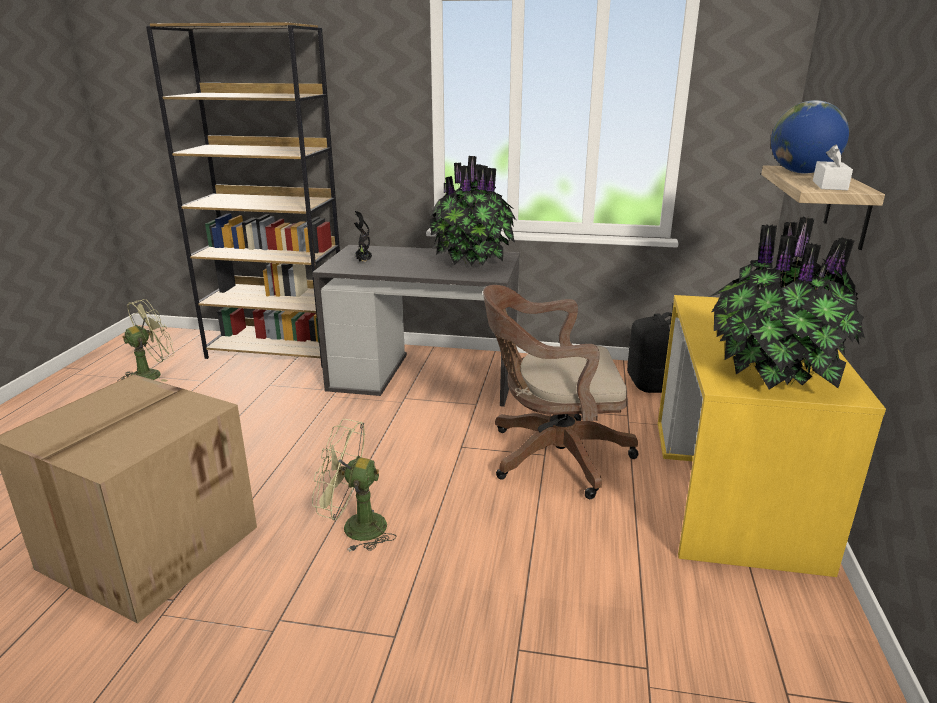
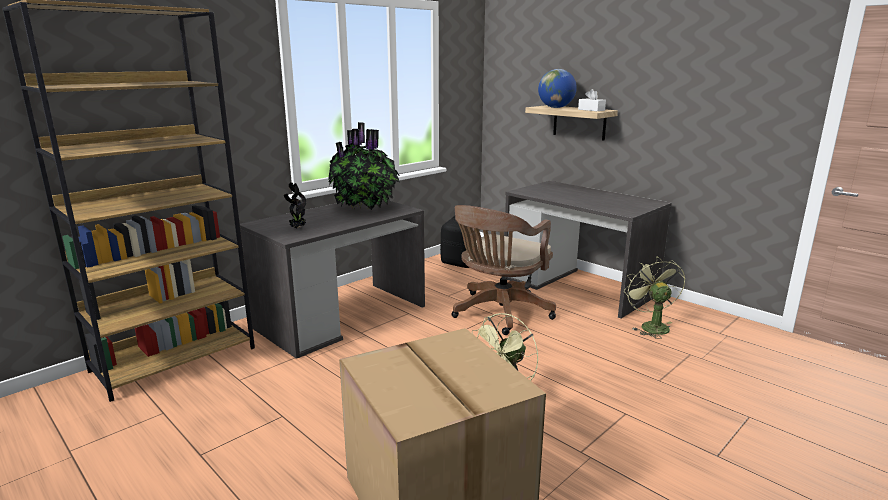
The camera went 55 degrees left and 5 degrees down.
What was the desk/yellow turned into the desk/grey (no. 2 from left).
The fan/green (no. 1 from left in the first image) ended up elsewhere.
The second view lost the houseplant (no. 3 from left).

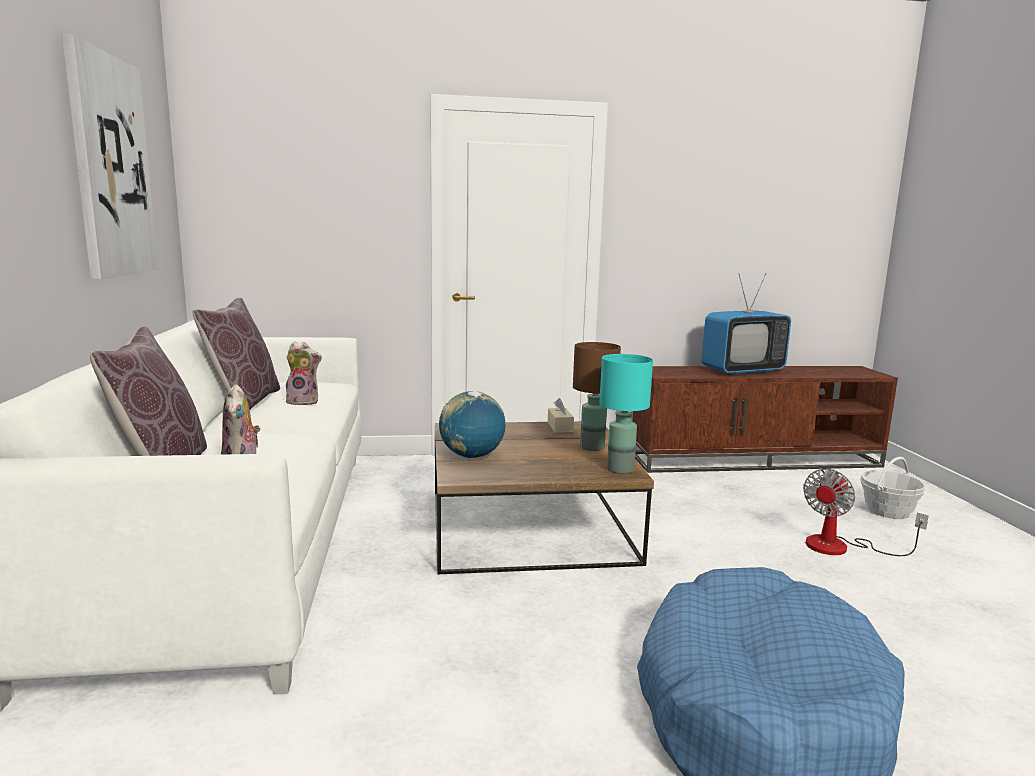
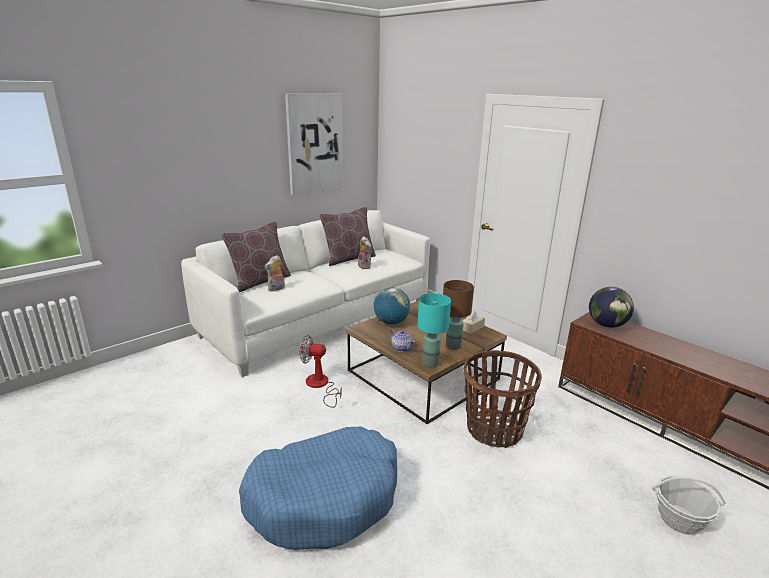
The camera went 55 degrees right and 10 degrees up.
The fan ended up elsewhere.
The second view gained the tea pot.
The second view gained the household basket (no. 1 from left).
The second view gained the world globe (no. 2 from left).
The second view lost the TV set.

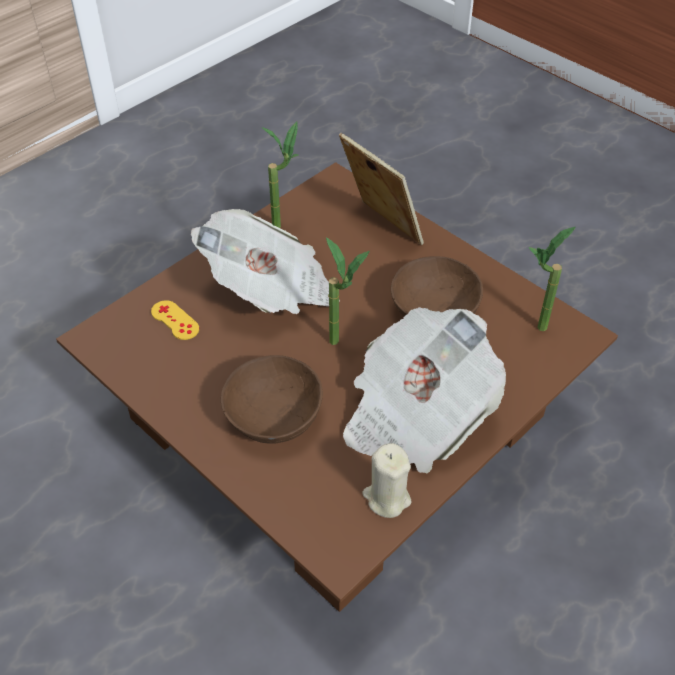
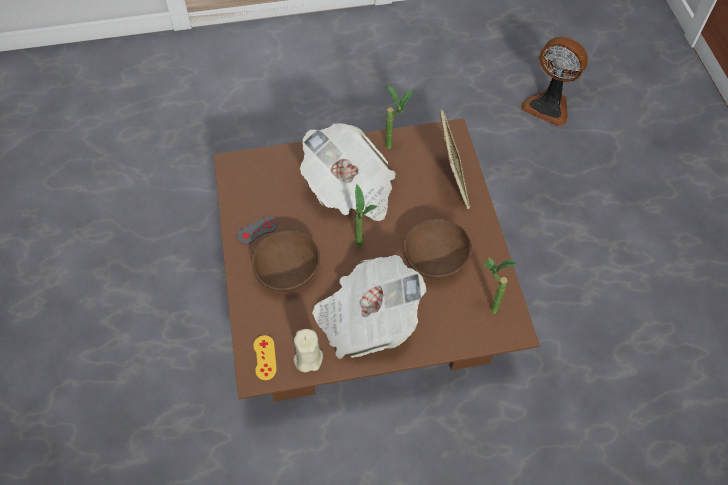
The camera went 35 degrees right and 10 degrees up.
The second view gained the gamepad/grey.
The gamepad/yellow ended up elsewhere.
The second view gained the fan.

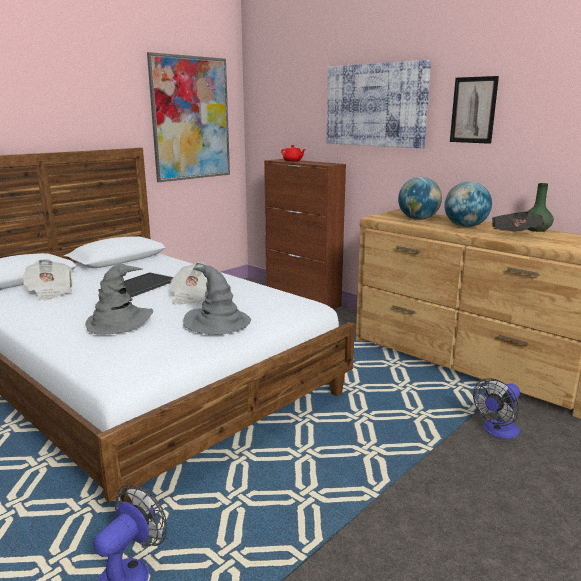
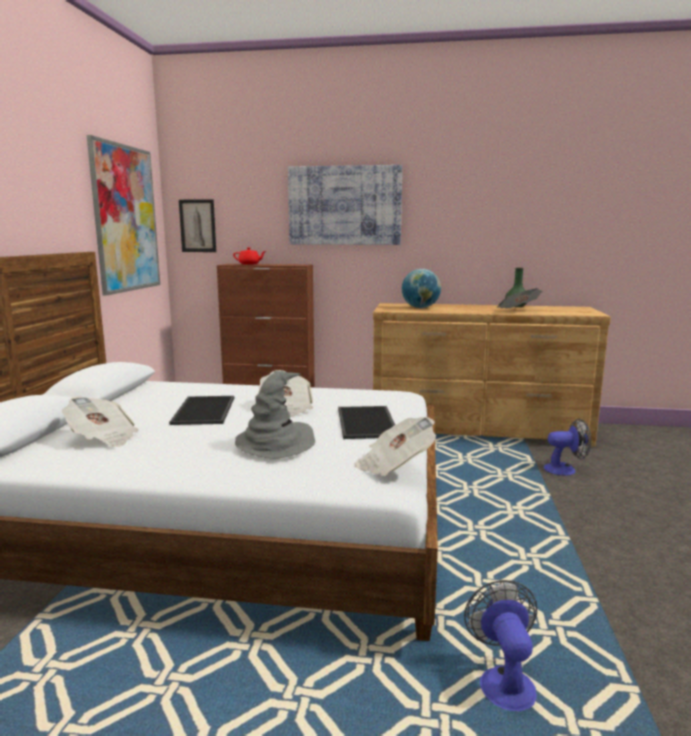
The camera went 35 degrees left and 5 degrees down.
The wall picture (no. 3 from left in the first image) ended up elsewhere.
Where the wearable hat/grey (no. 2 from left) stood, the carrying tray (no. 2 from left) came to stand.
The second view gained the printed paper (no. 3 from left).
The fan (no. 2 from left) ended up facing another way, 105 degrees counterclockwise from before.
The second view lost the world globe (no. 2 from left).

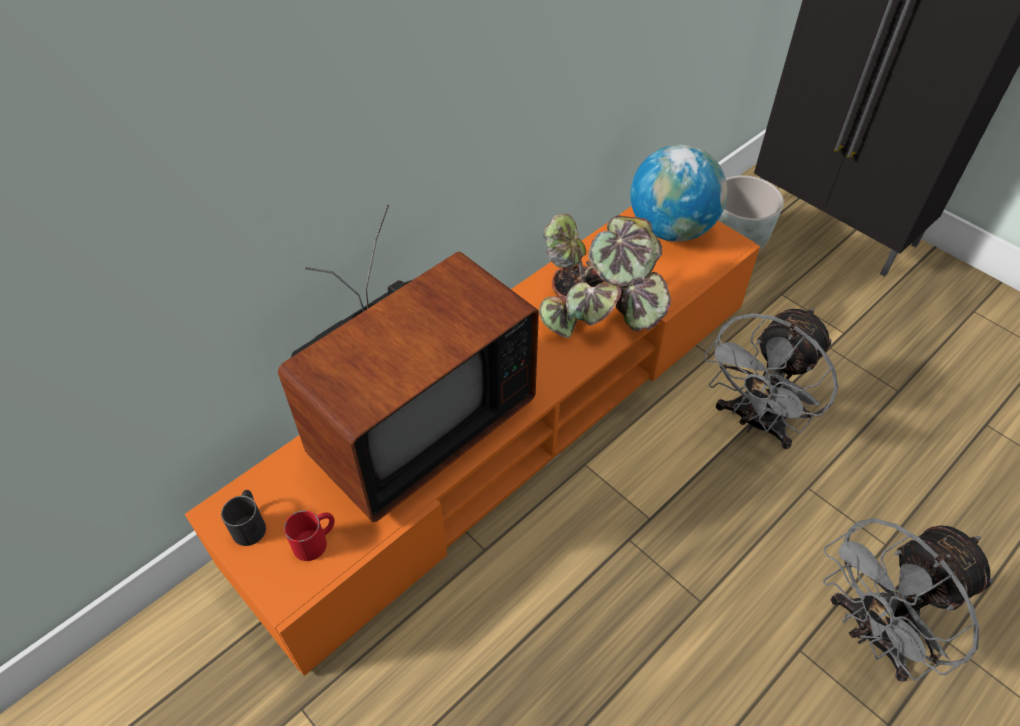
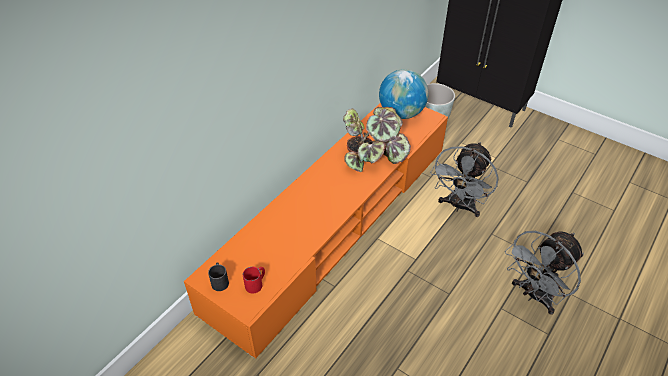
The camera went 10 degrees left and 5 degrees down.
The second view lost the TV set.

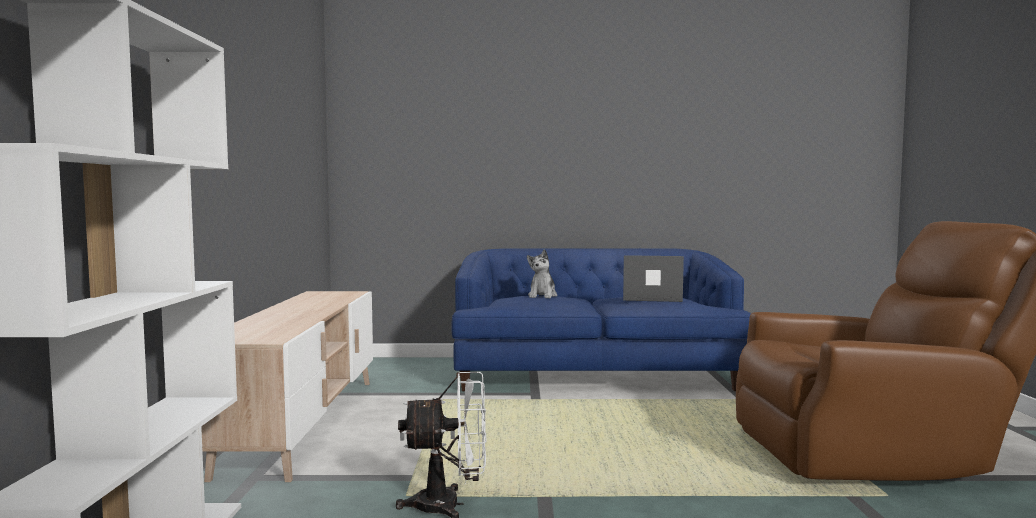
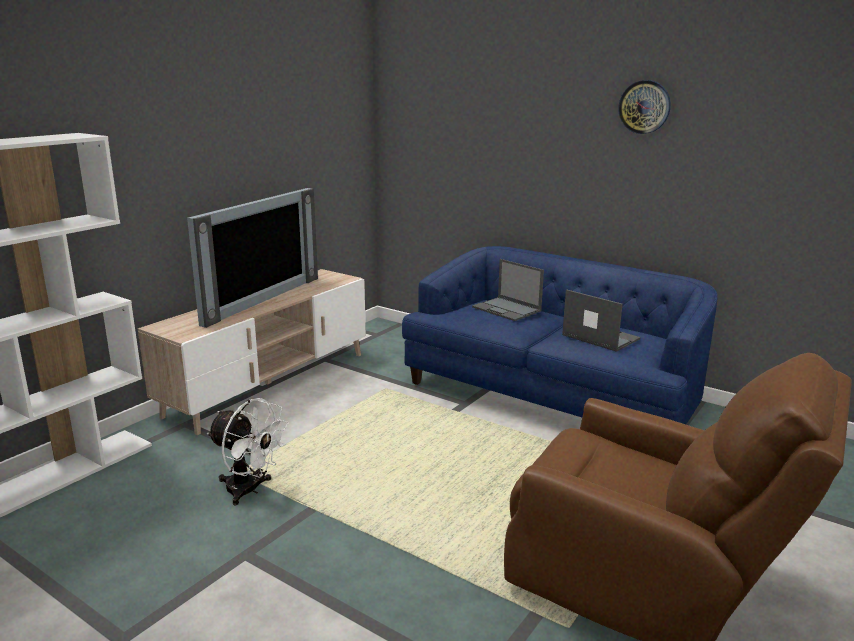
The camera went 35 degrees right and 15 degrees up.
The second view gained the TV set.
Where the cuddly toy stood, the portable computer (no. 1 from left) came to stand.
The second view gained the hanging clock.

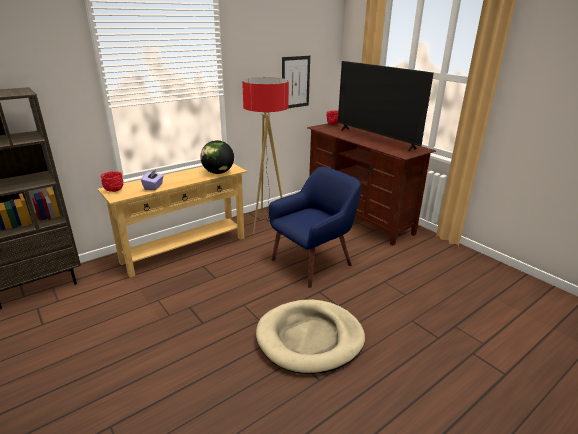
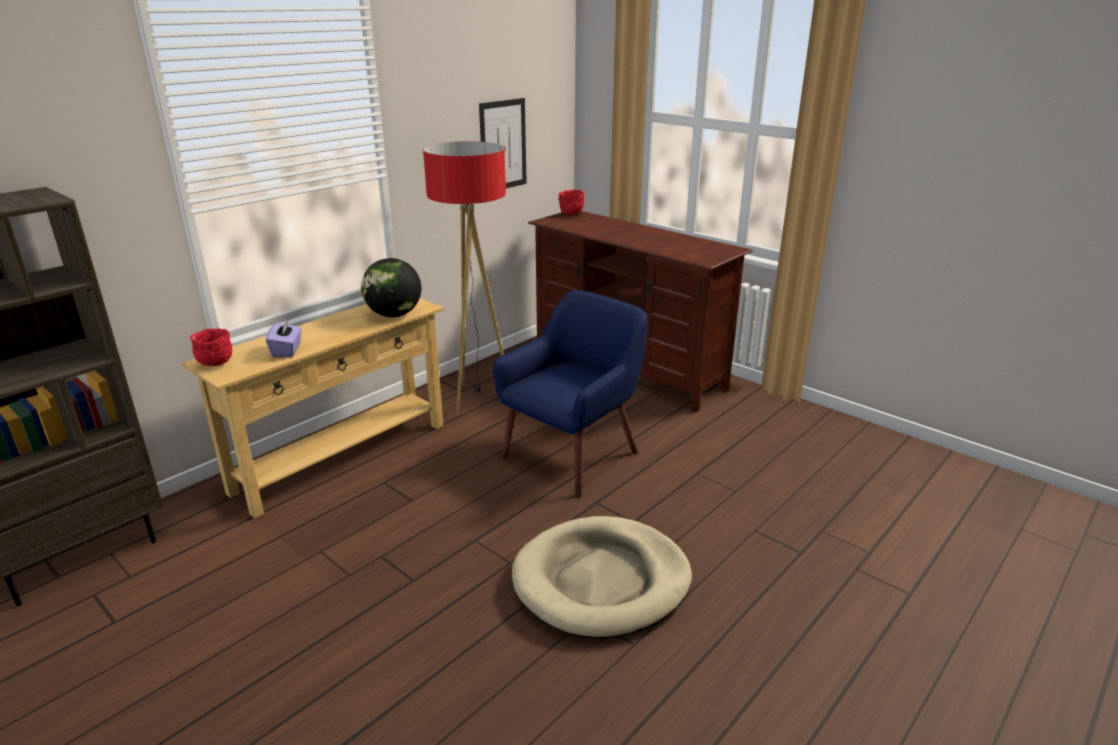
The camera went 10 degrees left and 0 degrees up.
The second view lost the TV set.

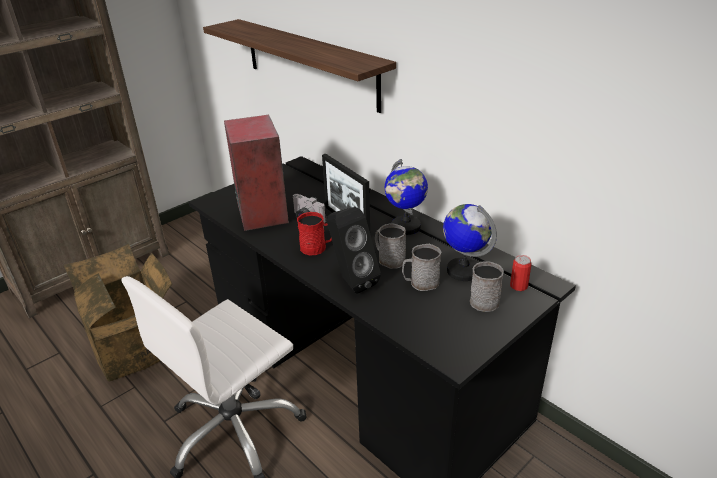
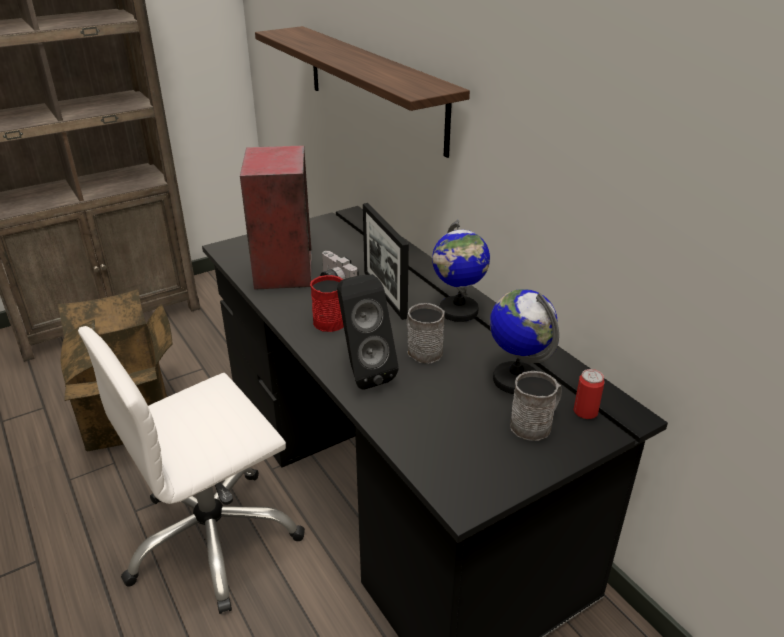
The camera went 10 degrees right and 0 degrees up.
The second view lost the tea mug/grey (no. 2 from left).

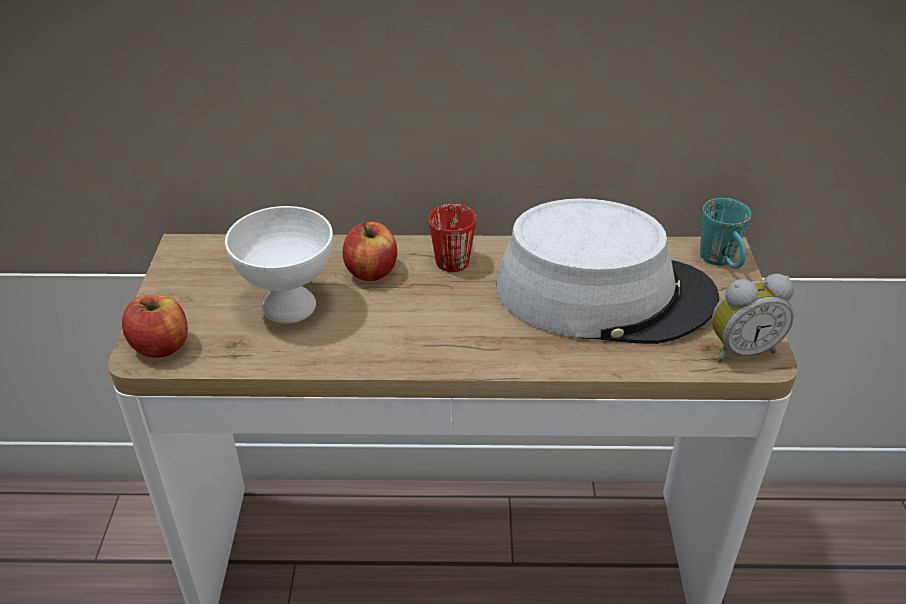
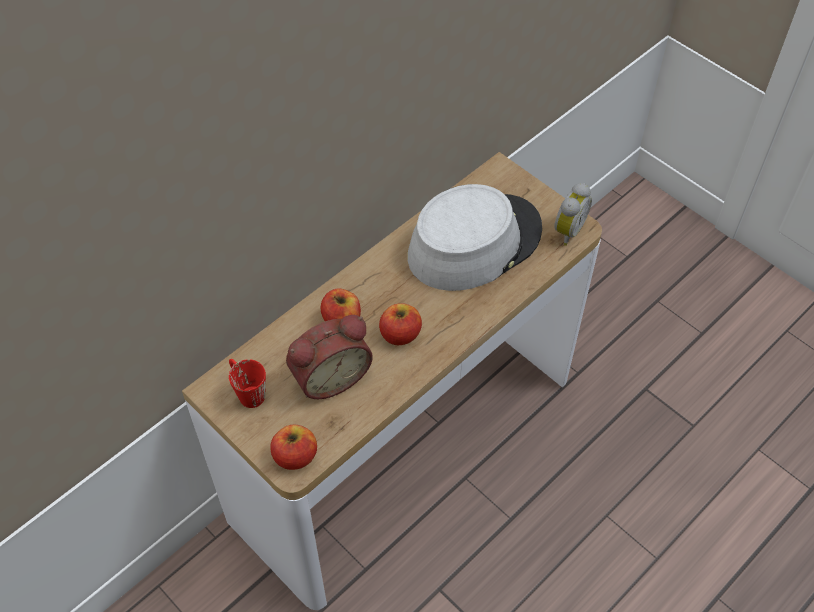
The camera went 45 degrees left and 15 degrees up.
The tea mug/red ended up elsewhere.
Where the deep dish/white-coloured stood, the table clock (no. 1 from left) came to stand.
The second view gained the apple (no. 3 from left).
The second view lost the tea mug/turquoise-coloured.

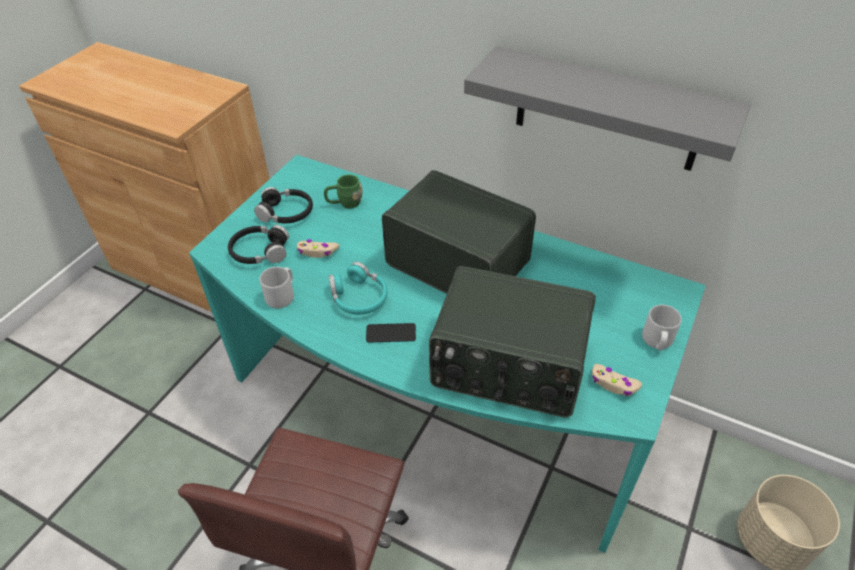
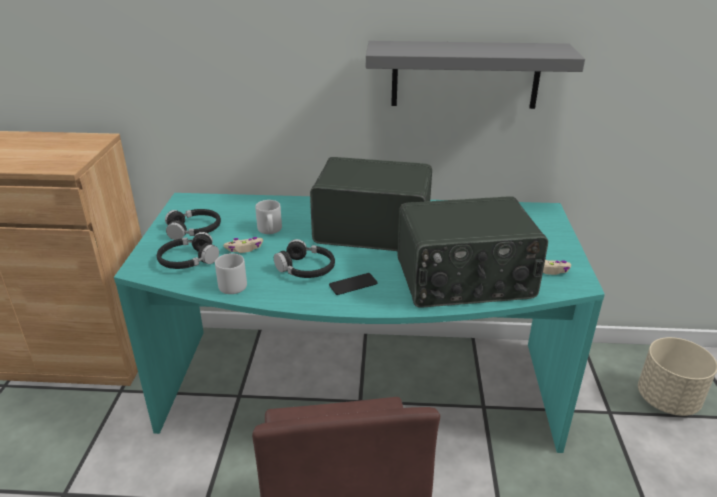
The camera went 25 degrees left and 15 degrees down.
The tea mug/grey (no. 2 from left) ended up elsewhere.
What was the headset/turquoise-coloured turned into the headset/blackish (no. 3 from left).
The second view lost the tea mug/green.

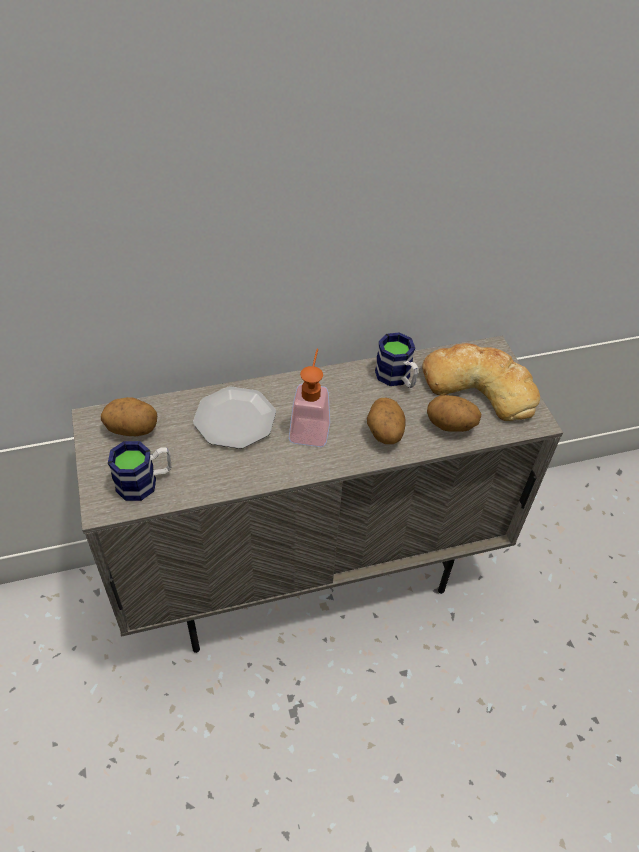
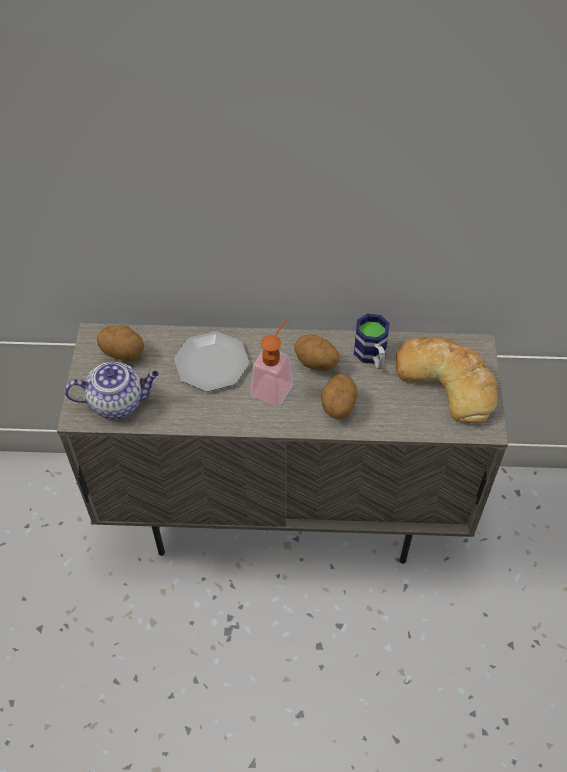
The camera went 20 degrees right and 5 degrees up.
Where the tea mug (no. 1 from left) stood, the tea pot came to stand.
The whole potato (no. 3 from left in the first image) ended up elsewhere.

